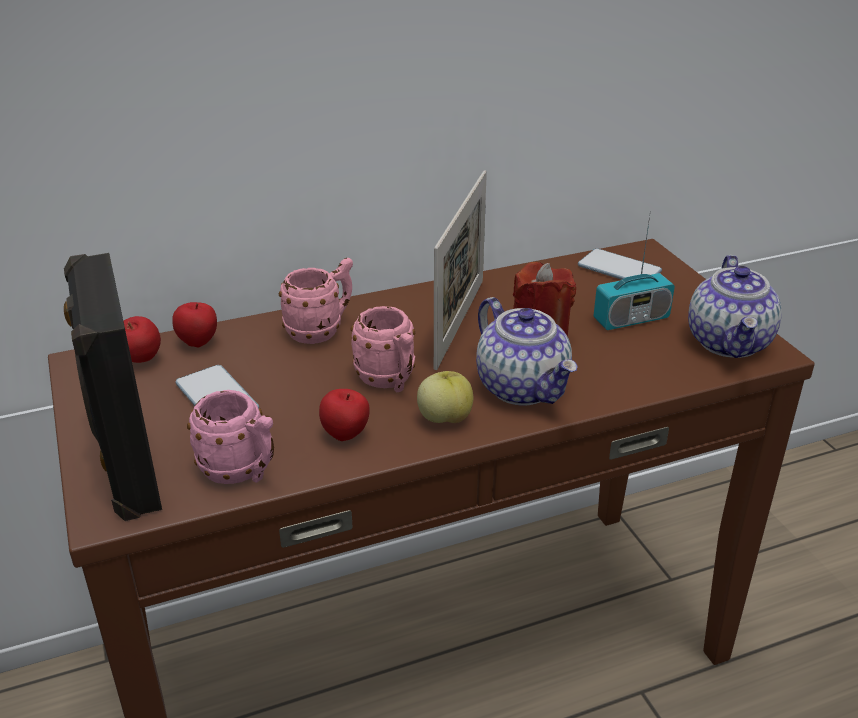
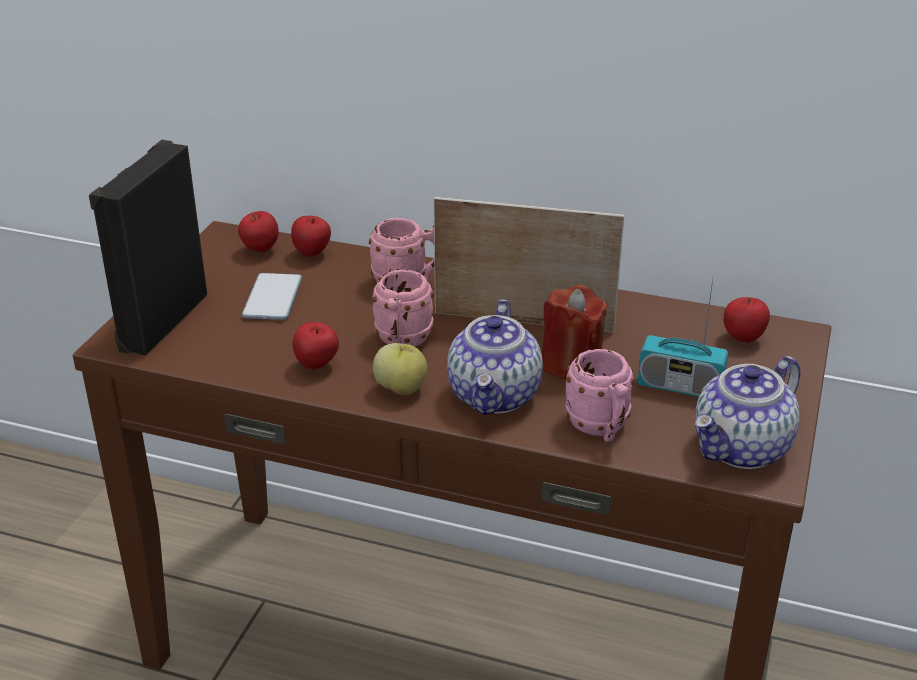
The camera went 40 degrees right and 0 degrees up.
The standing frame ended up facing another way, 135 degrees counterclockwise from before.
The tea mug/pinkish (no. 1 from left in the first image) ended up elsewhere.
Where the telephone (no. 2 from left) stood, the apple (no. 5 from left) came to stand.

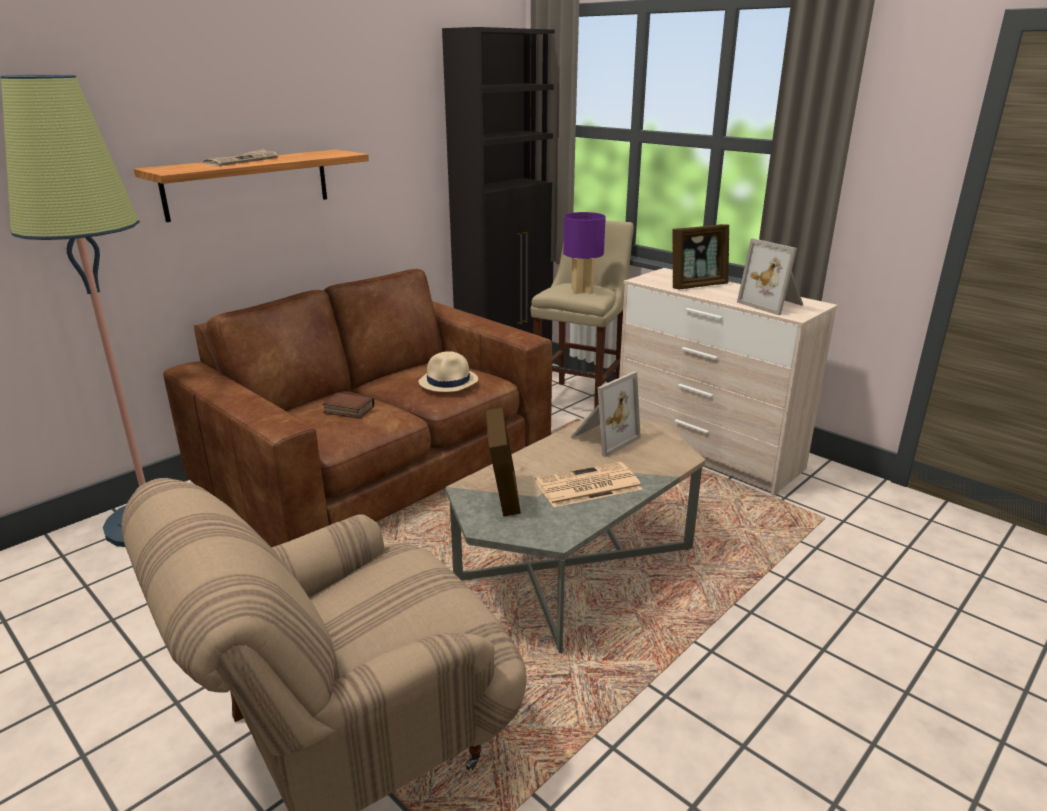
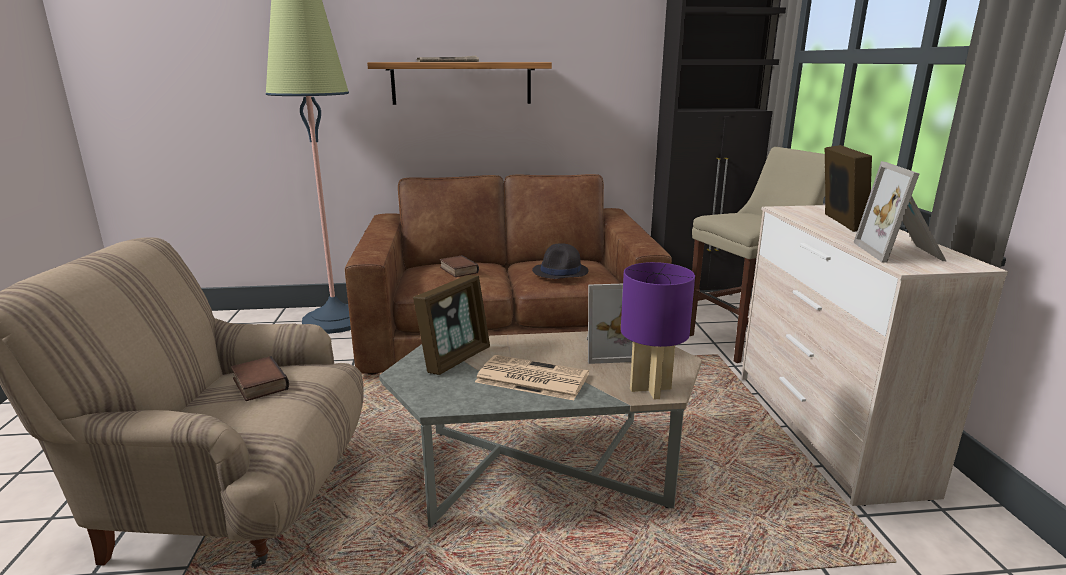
The camera went 40 degrees right and 5 degrees down.
The second view gained the book (no. 1 from left).
What was the wearable hat/beige turned into the wearable hat/blackish.
The tabletop lamp/purple ended up elsewhere.
The standing frame (no. 3 from left) ended up facing another way, 105 degrees counterclockwise from before.

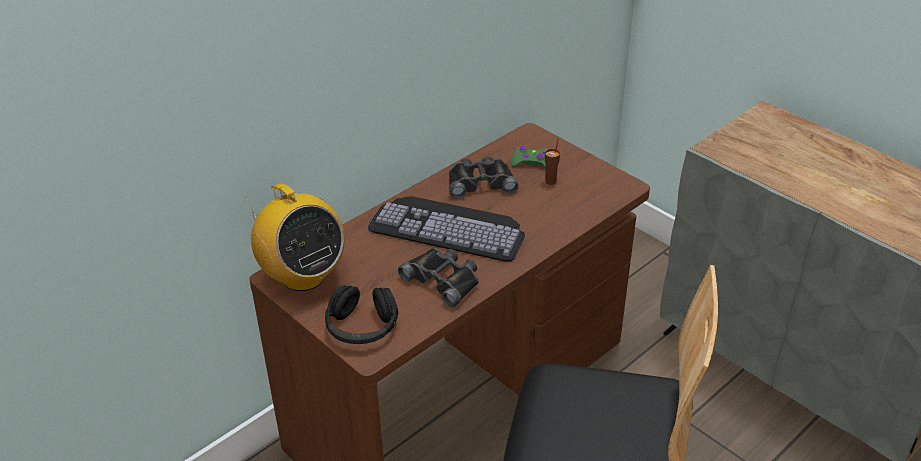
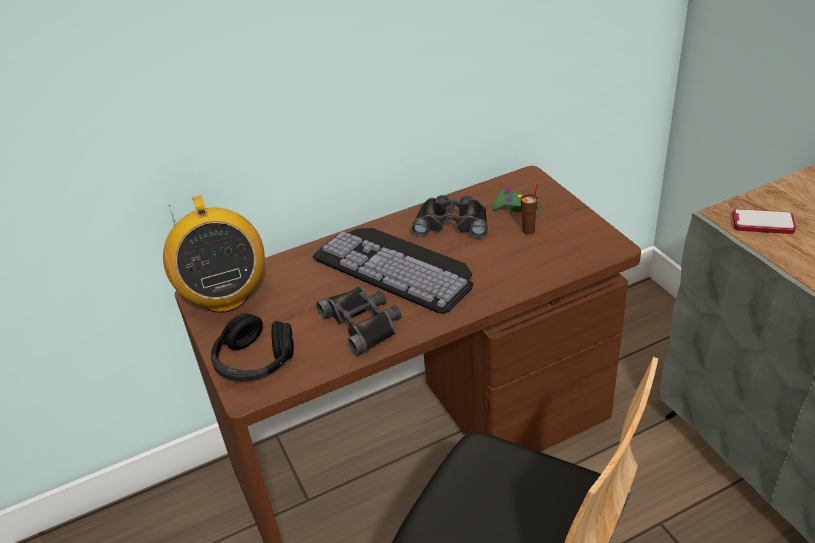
The camera went 20 degrees right and 0 degrees up.
The second view gained the telephone.

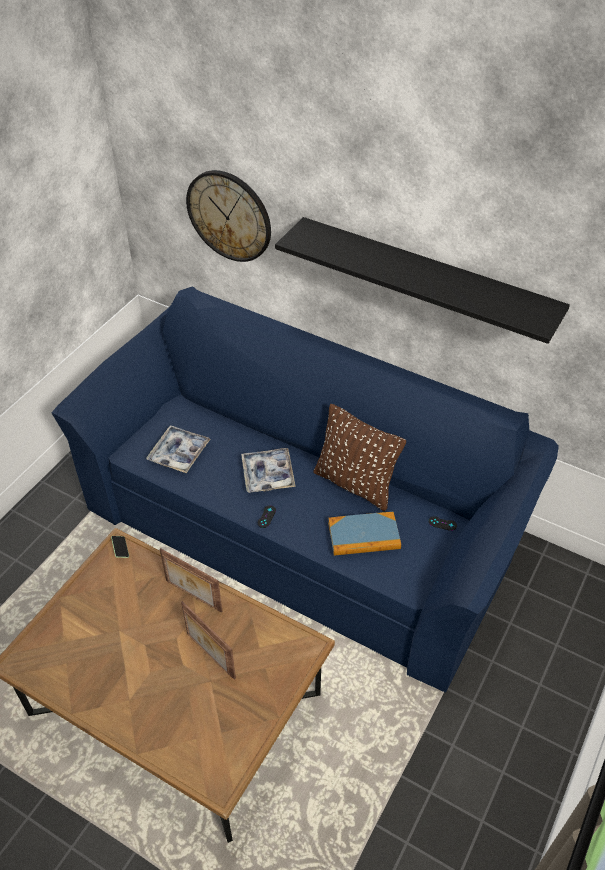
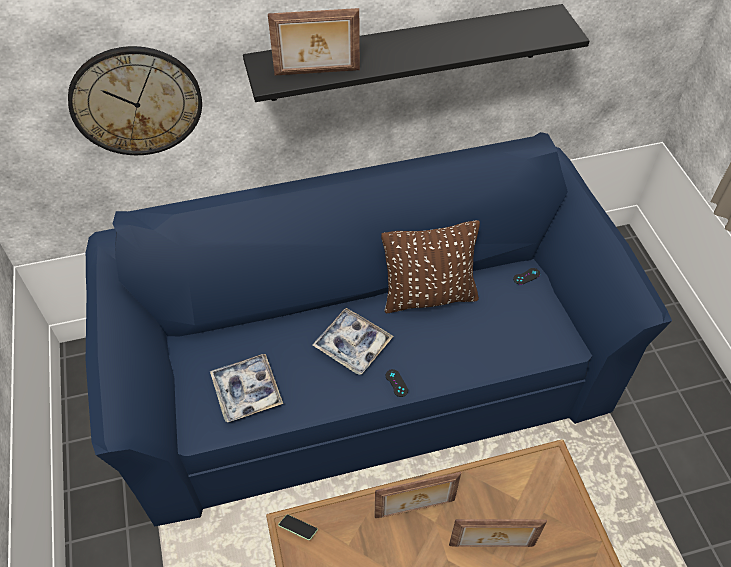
The camera went 45 degrees left and 5 degrees up.
The second view gained the standing frame (no. 1 from left).
The second view lost the book.

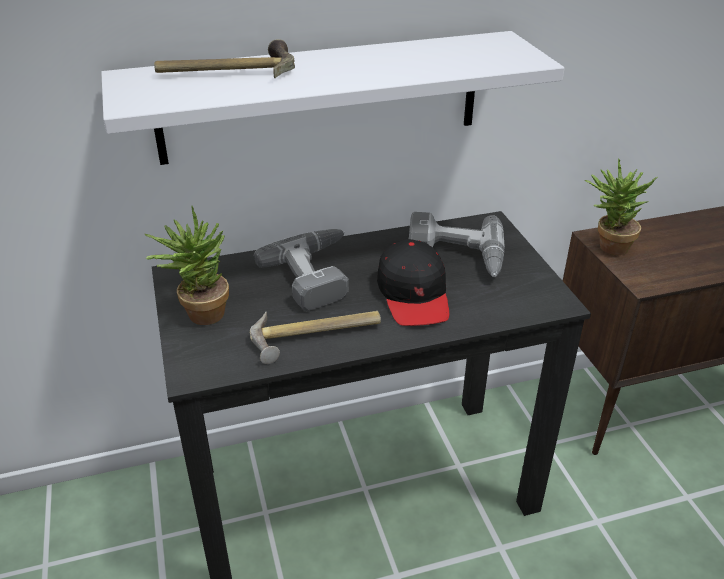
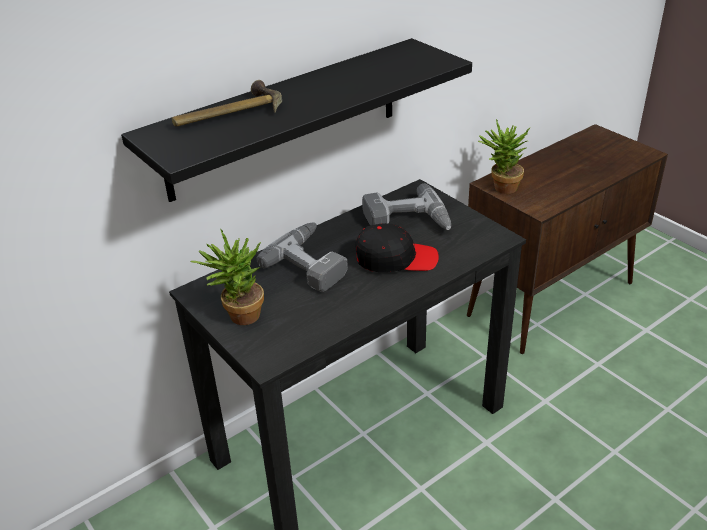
The camera went 20 degrees left and 0 degrees up.
What was the bracket shelf/white-coloured turned into the bracket shelf/blackish.
The peaked cap/blackish ended up facing another way, 60 degrees counterclockwise from before.
The second view lost the tool hammer (no. 2 from left).

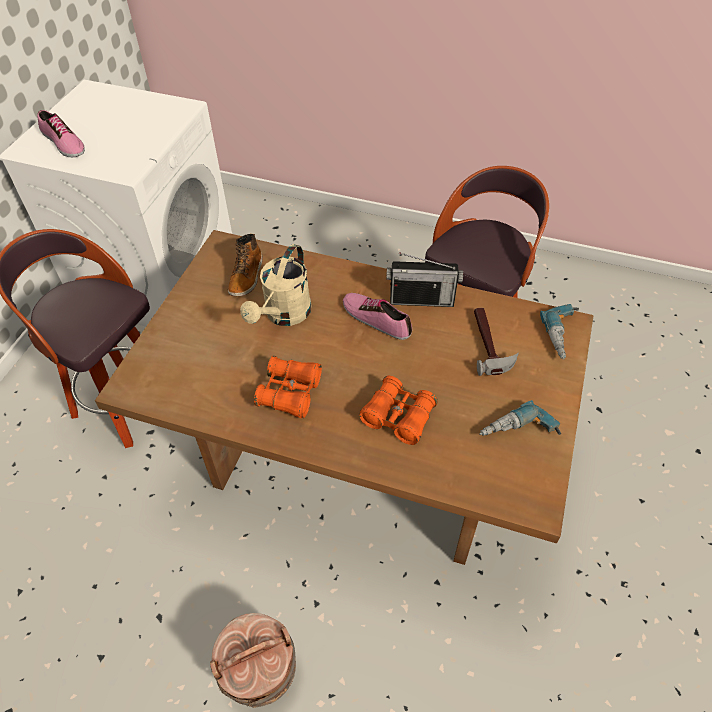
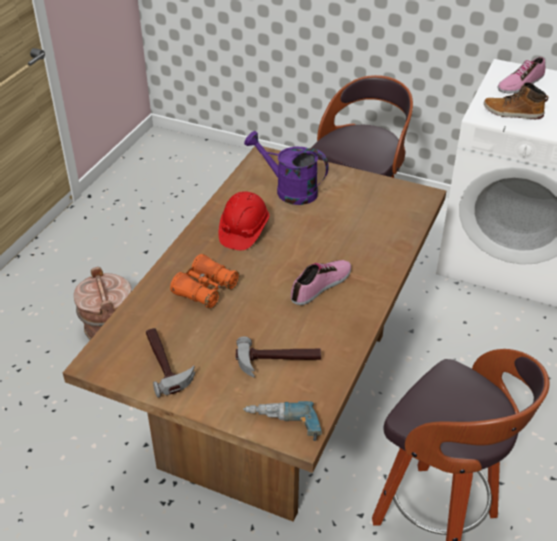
The camera went 95 degrees right and 10 degrees down.
Where the drill (no. 1 from left) stood, the tool hammer (no. 1 from left) came to stand.
Where the binoculars/orangey (no. 1 from left) stood, the safety helmet/red came to stand.
The second view gained the watering can/purple.
The high-top boot ended up elsewhere.
The second view lost the watering can/beige.
The second view lost the radio set.

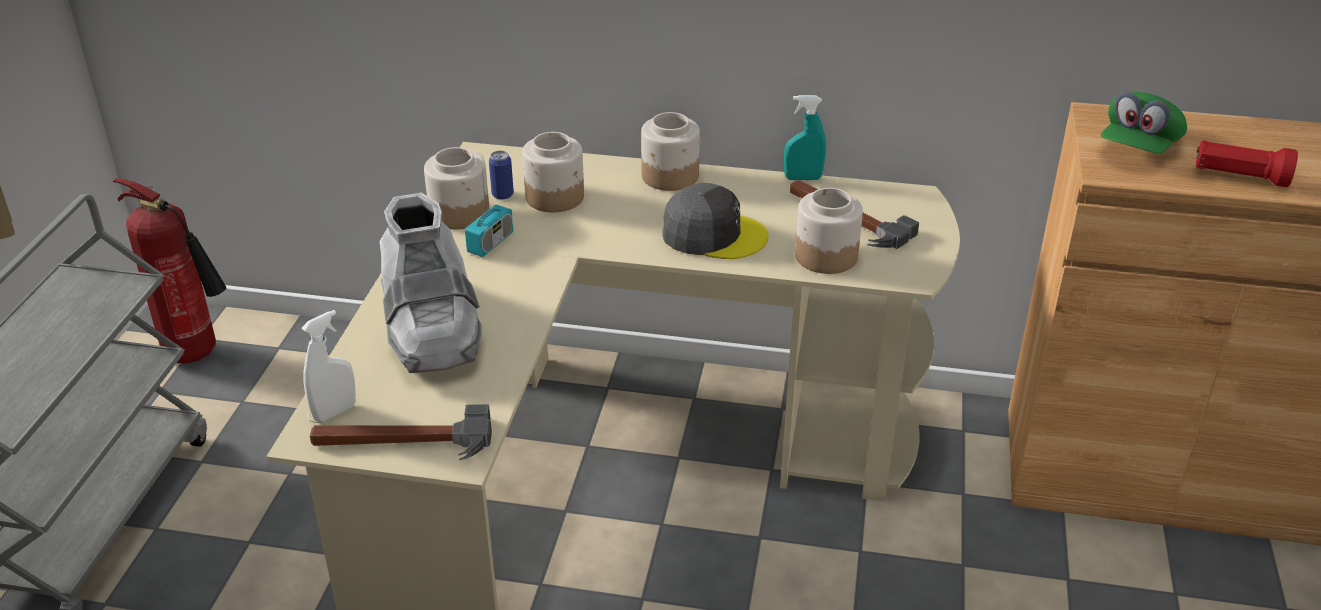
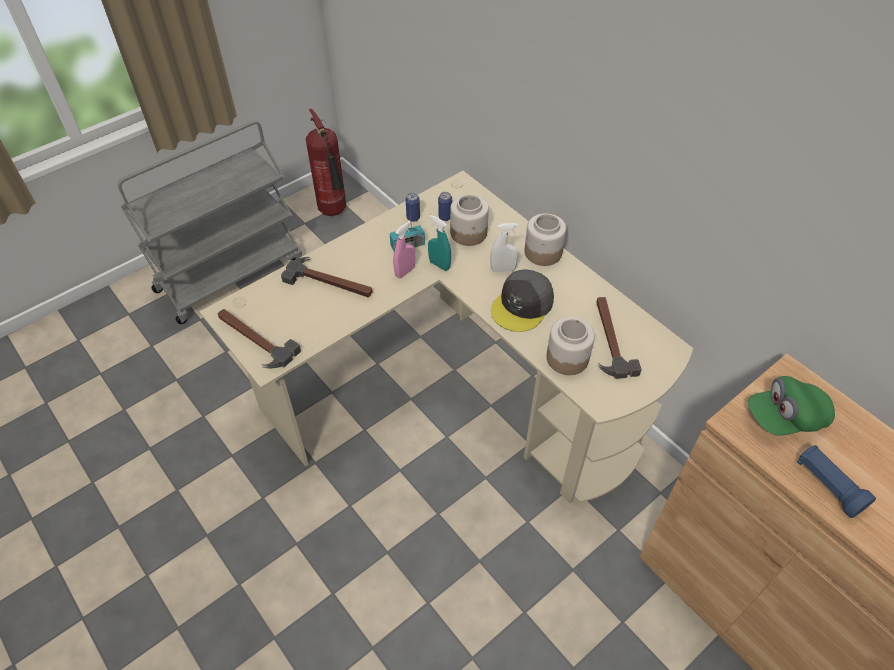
The camera went 40 degrees right and 15 degrees up.
Where the high-top boot/grey stood, the tool hammer (no. 2 from left) came to stand.
The second view gained the sprayer/pinkish.
Where the preserve jar (no. 1 from left) stood, the can (no. 1 from left) came to stand.
The sprayer/turquoise-coloured ended up elsewhere.
The sprayer/white-coloured ended up elsewhere.
The peaked cap/grey ended up facing another way, 75 degrees clockwise from before.
What was the torch/red turned into the torch/blue-coloured.

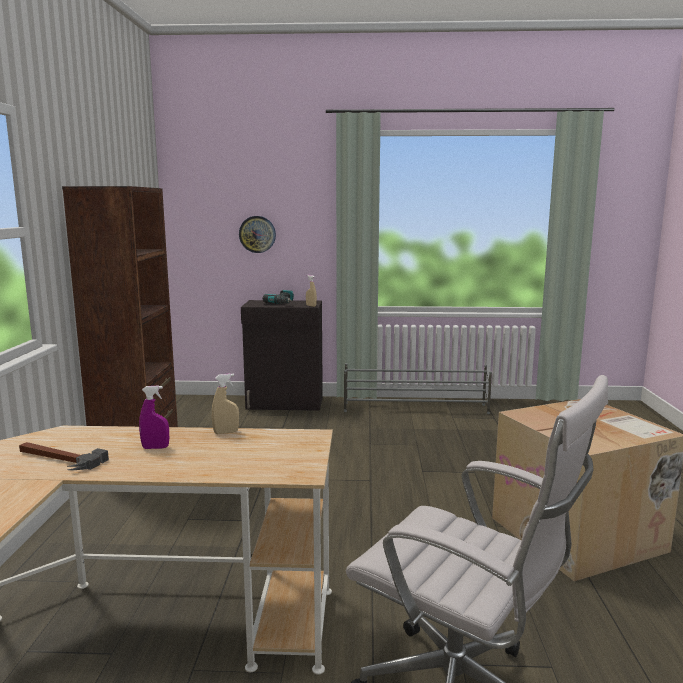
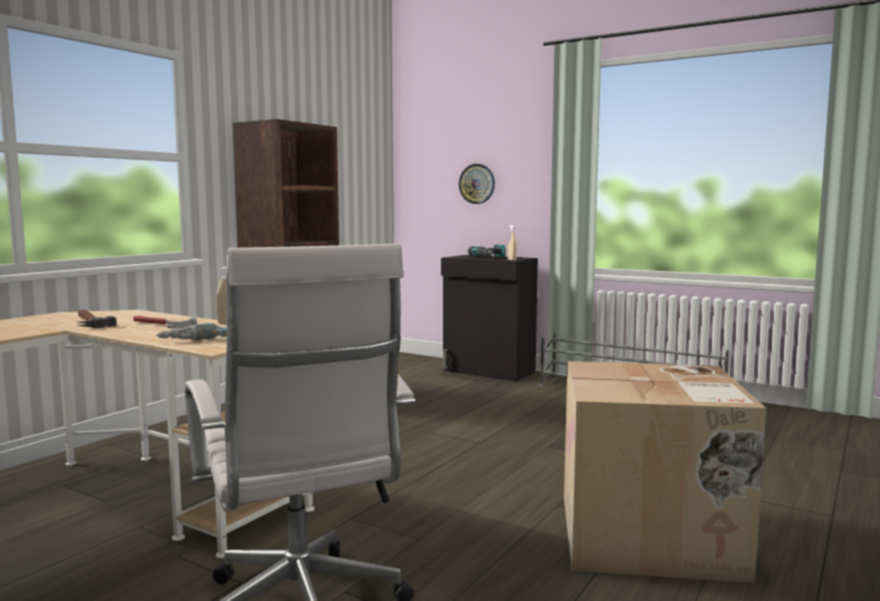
The camera went 30 degrees right and 5 degrees down.
Where the sprayer/purple stood, the tool hammer (no. 2 from left) came to stand.
The second view gained the drill (no. 1 from left).

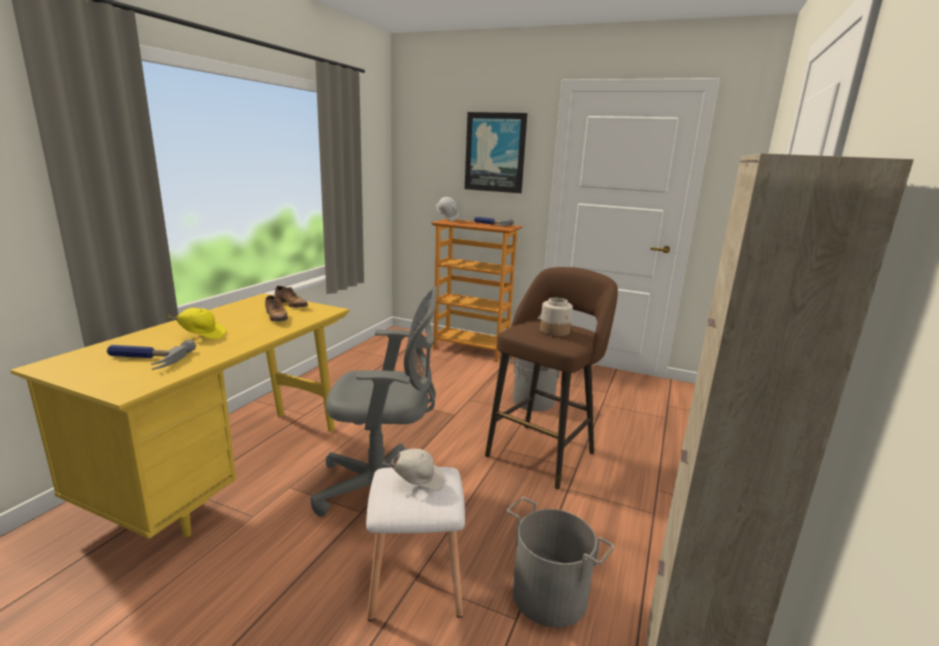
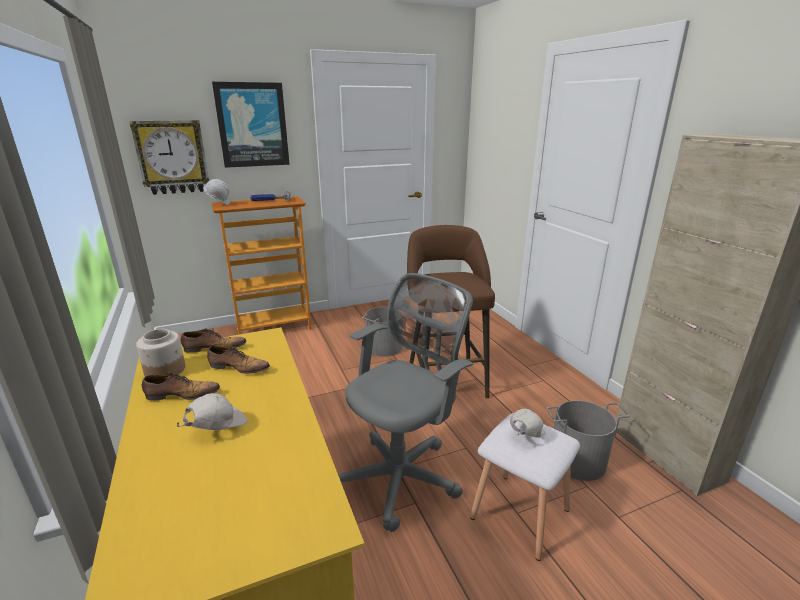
The camera went 45 degrees left and 5 degrees up.
The second view gained the hanging clock.
The preserve jar ended up elsewhere.
The second view gained the item of footwear (no. 1 from left).
What was the peaked cap/yellow turned into the peaked cap/white-coloured (no. 1 from left).
The second view lost the tool hammer (no. 1 from left).

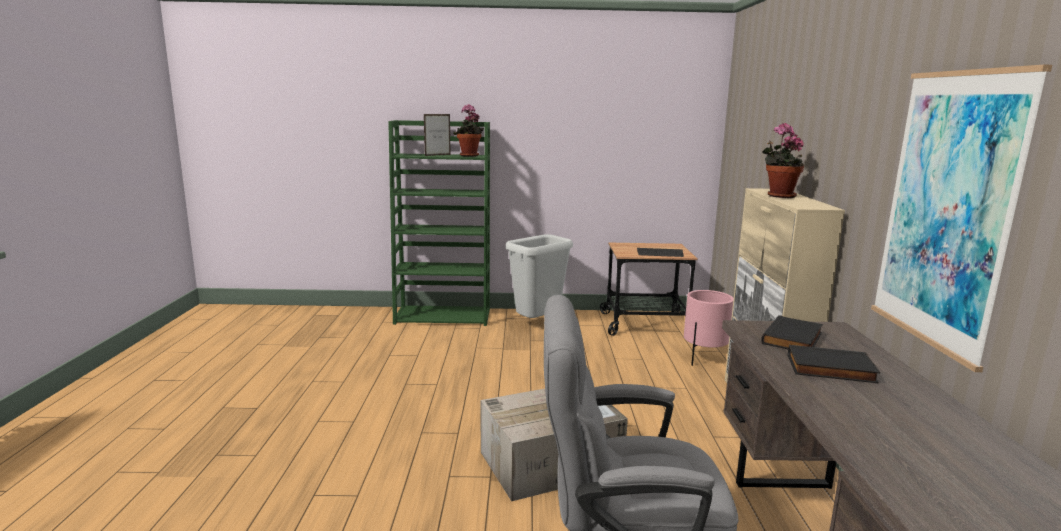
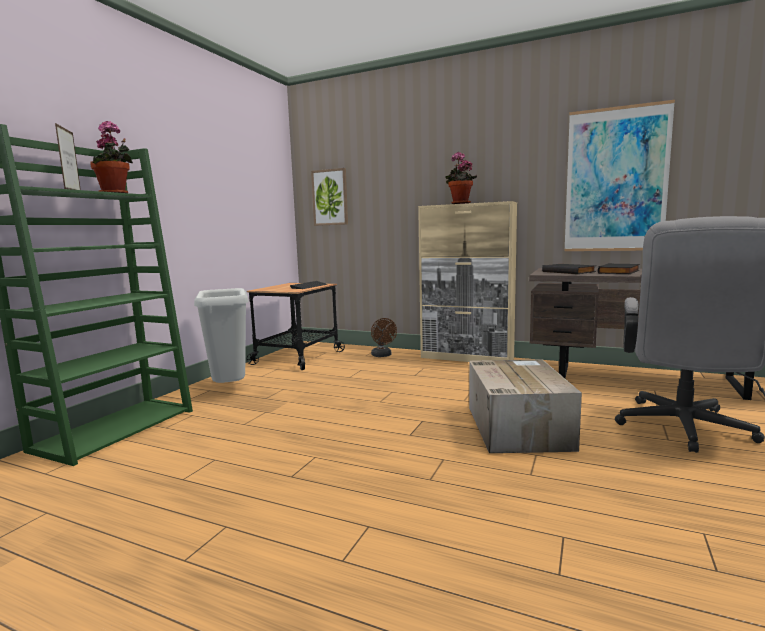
The camera went 65 degrees left and 5 degrees down.
The second view gained the wall picture (no. 1 from left).
Where the flower pot/pinkish stood, the fan/brown came to stand.

